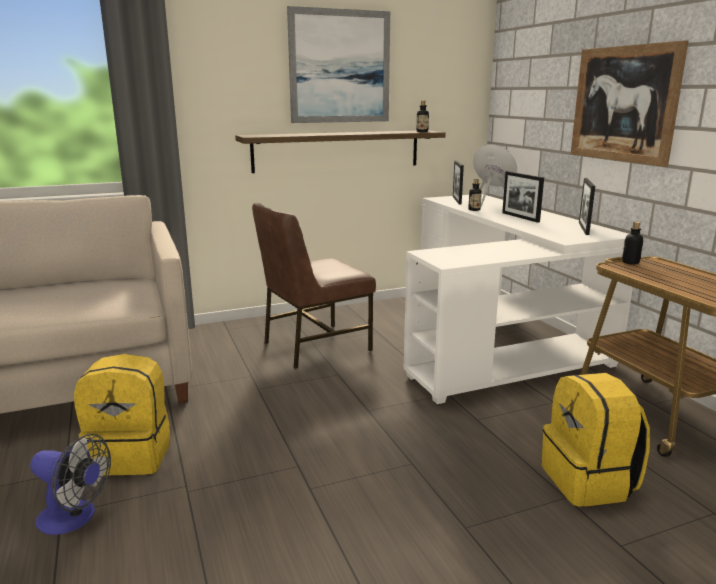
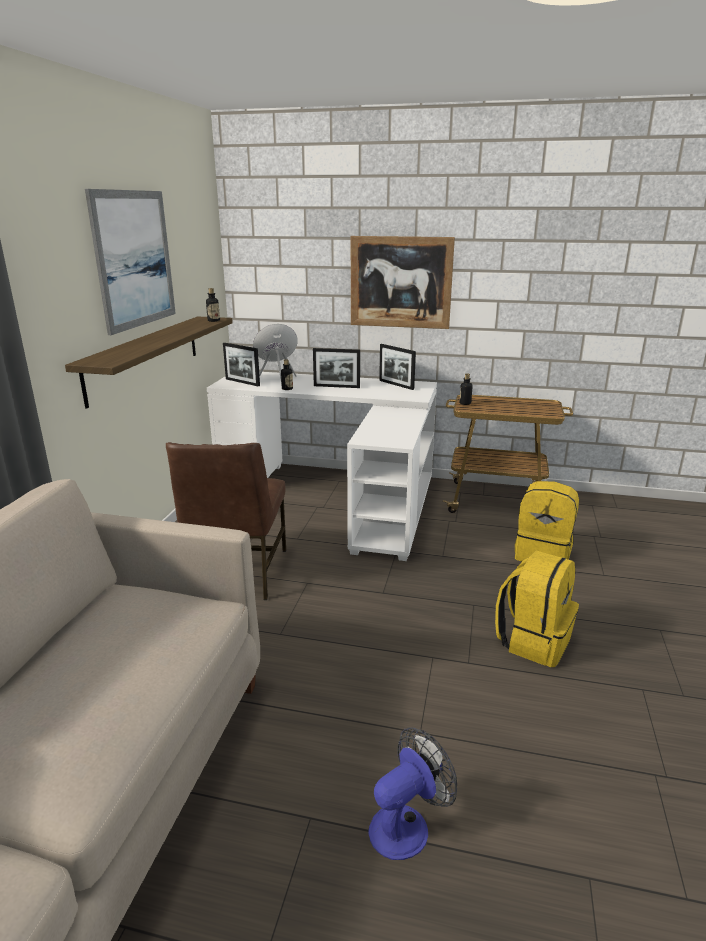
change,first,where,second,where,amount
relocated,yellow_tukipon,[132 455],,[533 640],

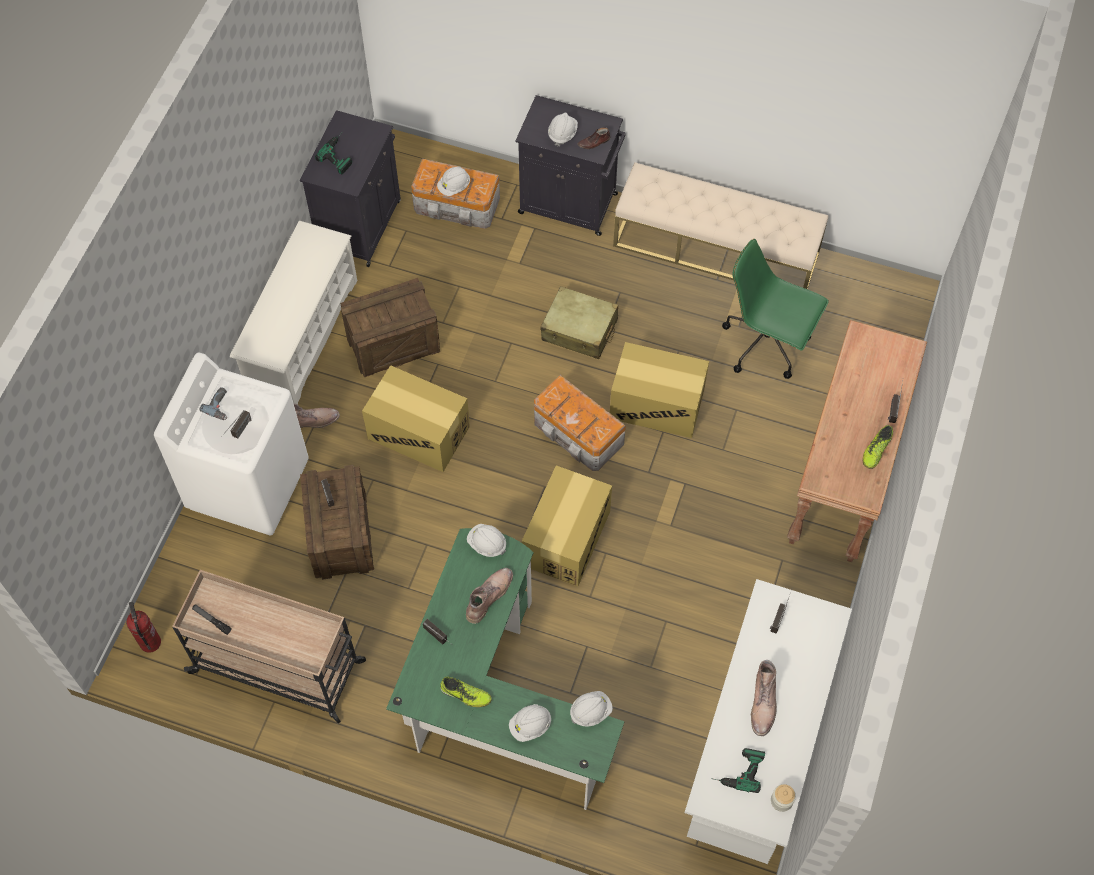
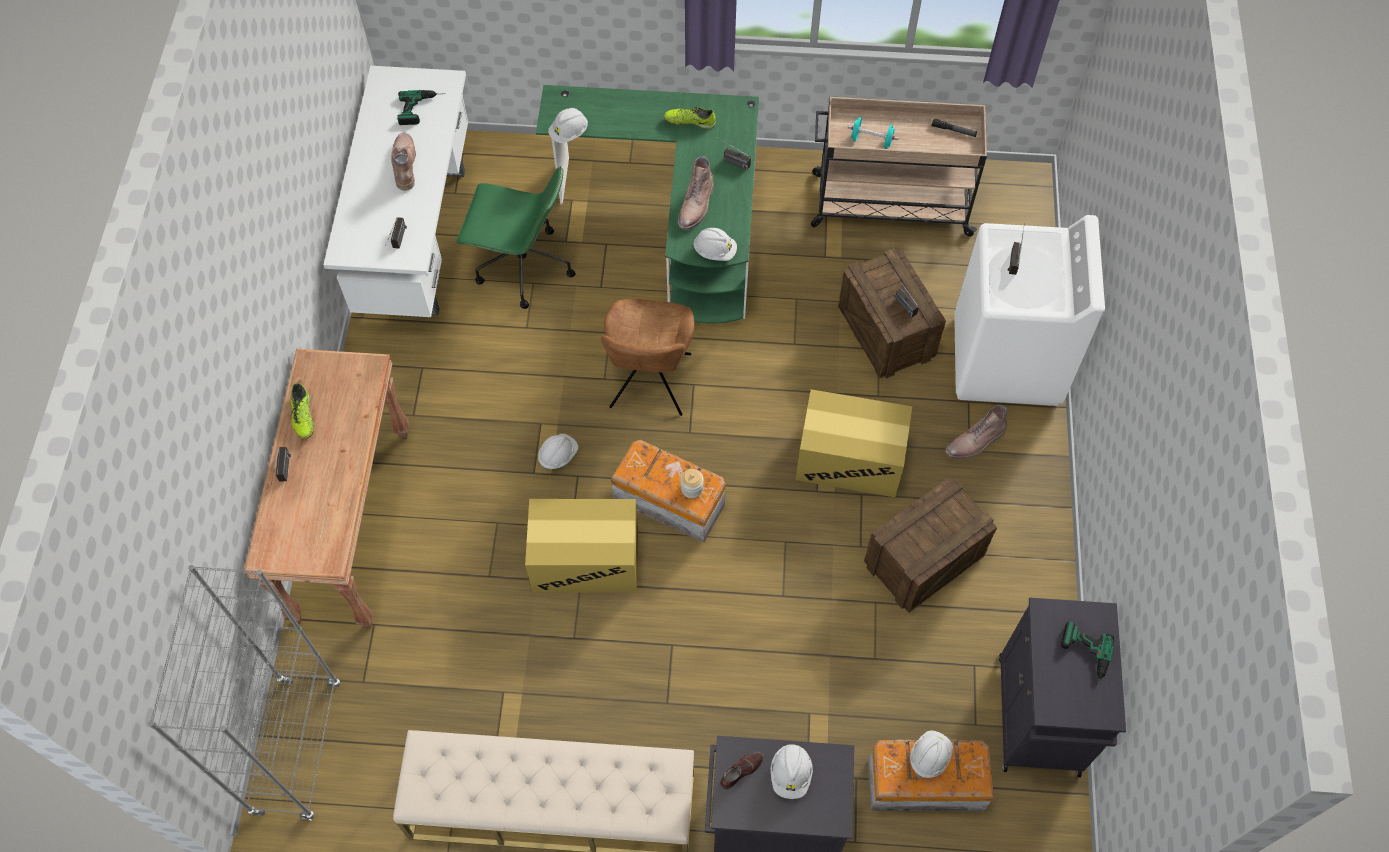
change,first,where,second,where,amount
missing,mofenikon,[149 642],,,
missing,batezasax,[220 405],,,
missing,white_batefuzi,[302 335],,,
missing,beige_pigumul,[579 330],,,
appeared,,,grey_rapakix,[297 748],
appeared,,,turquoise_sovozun,[871 141],
relocated,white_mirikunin,[530 726],,[558 455],
relocated,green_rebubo,[766 344],,[522 267],
relocated,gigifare,[781 801],,[692 488],
exchanged,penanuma,[566 538],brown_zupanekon,[649 384],
spun,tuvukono,[876 450],,[303 416],150 degrees clockwise

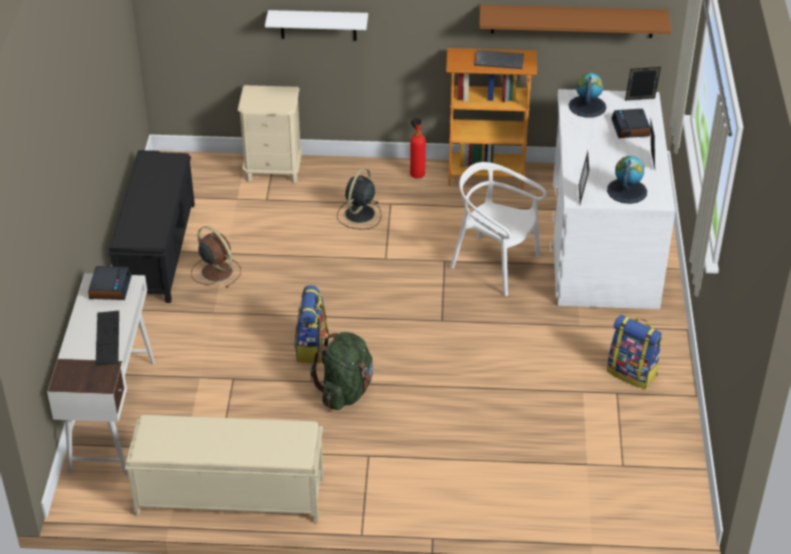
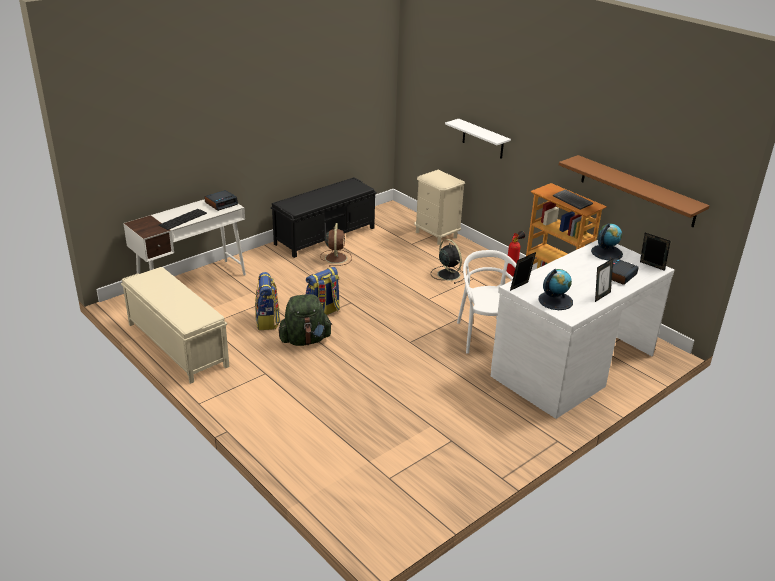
change,first,where,second,where,amount
relocated,tukipon,[632 373],,[267 321],
spun,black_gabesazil,[359 215],,[448 274],75 degrees clockwise

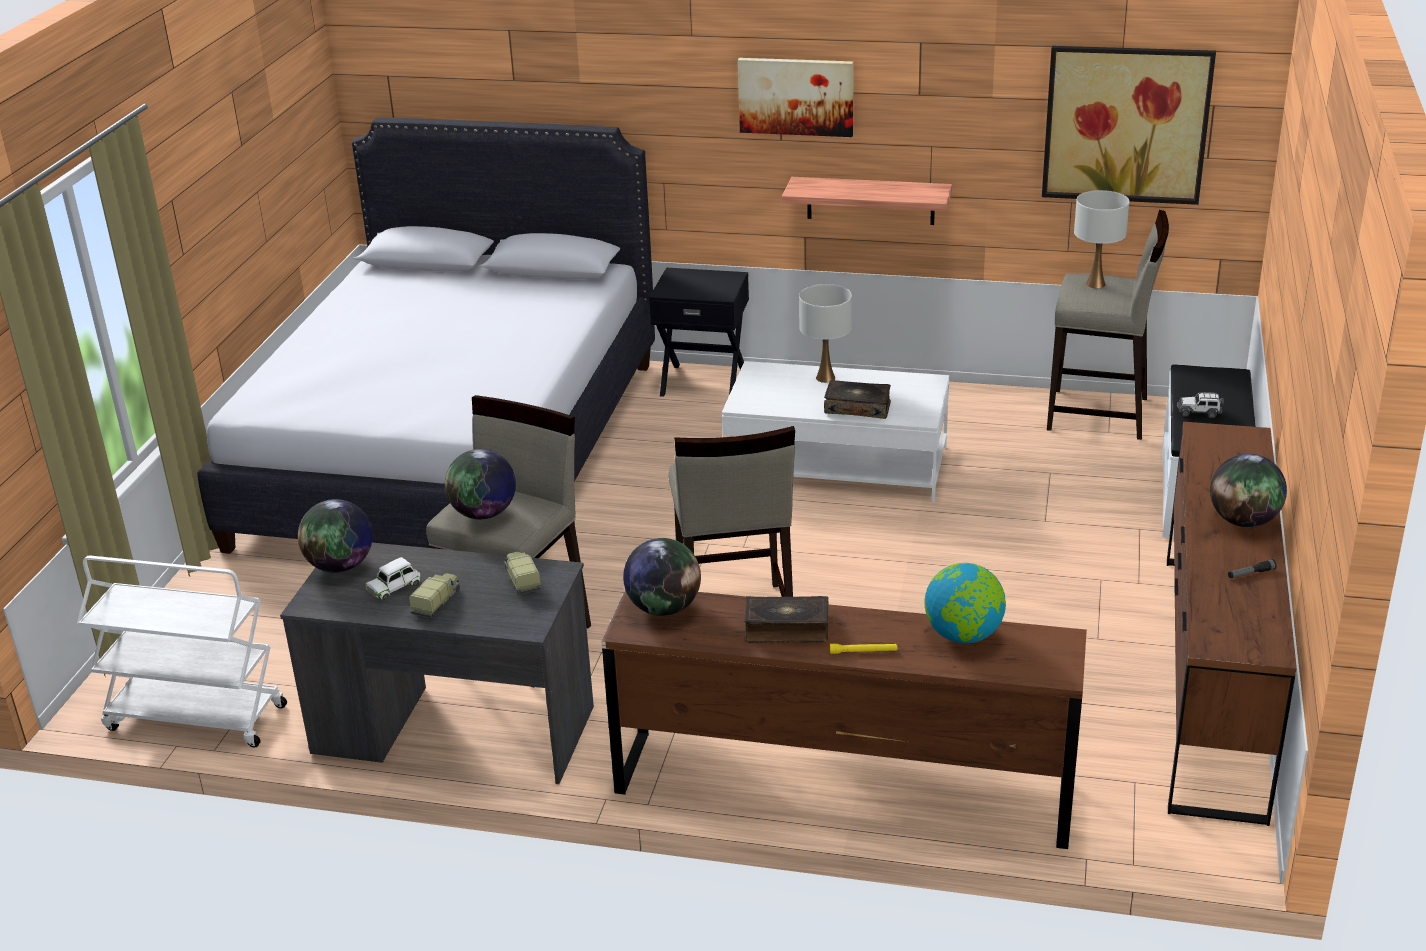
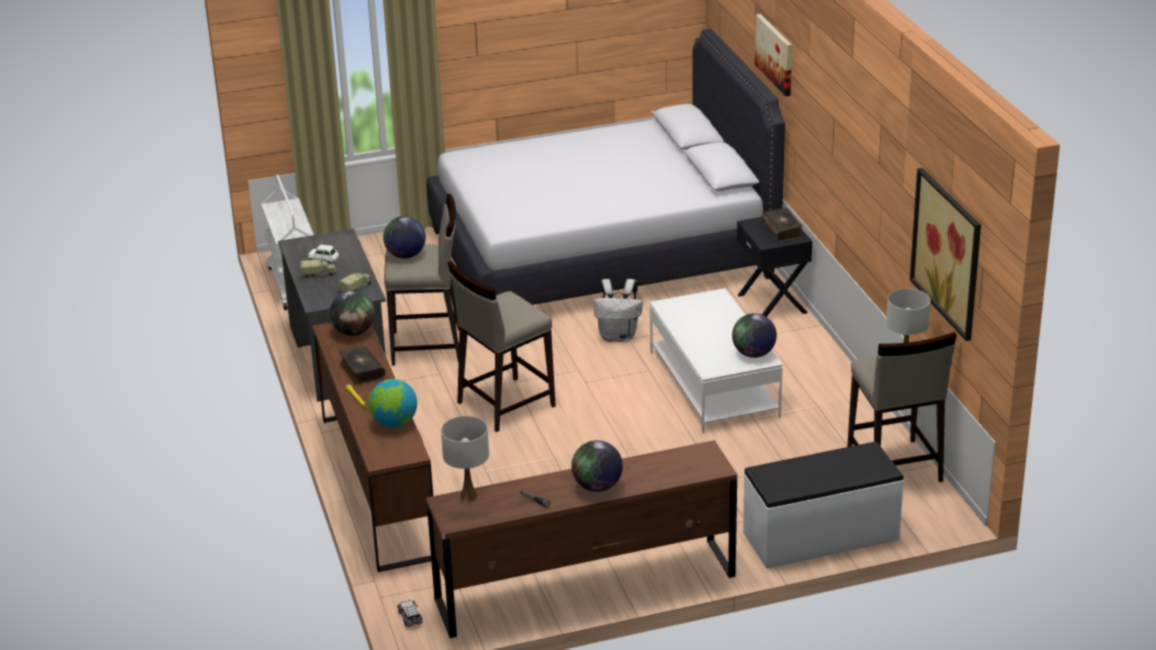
change,first,where,second,where,amount
missing,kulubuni,[870 200],,,
appeared,,,white_tukipon,[618 336],
relocated,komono,[340 566],,[753 354],
relocated,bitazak,[796 96],,[775 54],
relocated,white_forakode,[825 378],,[468 496],
relocated,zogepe,[857 407],,[782 230],
relocated,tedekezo,[1199 412],,[410 618],

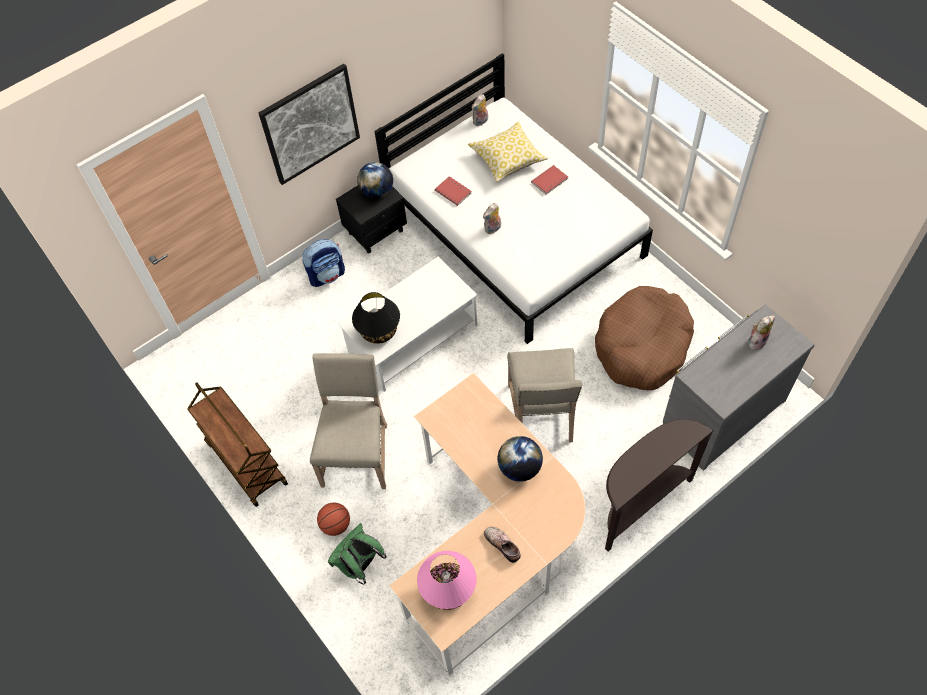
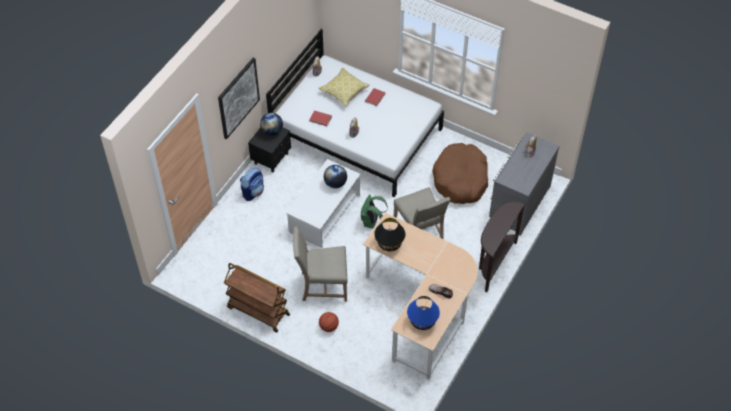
change,first,where,second,where,amount
relocated,green_tukipon,[360 565],,[371 222],
relocated,black_forakode,[378 331],,[389 243],
relocated,komono,[519 468],,[335 183],
colour,pink_forakode,[448 589],blue_forakode,[422 321],
spun,beige_zupanekon,[357 453],,[322 285],75 degrees counterclockwise

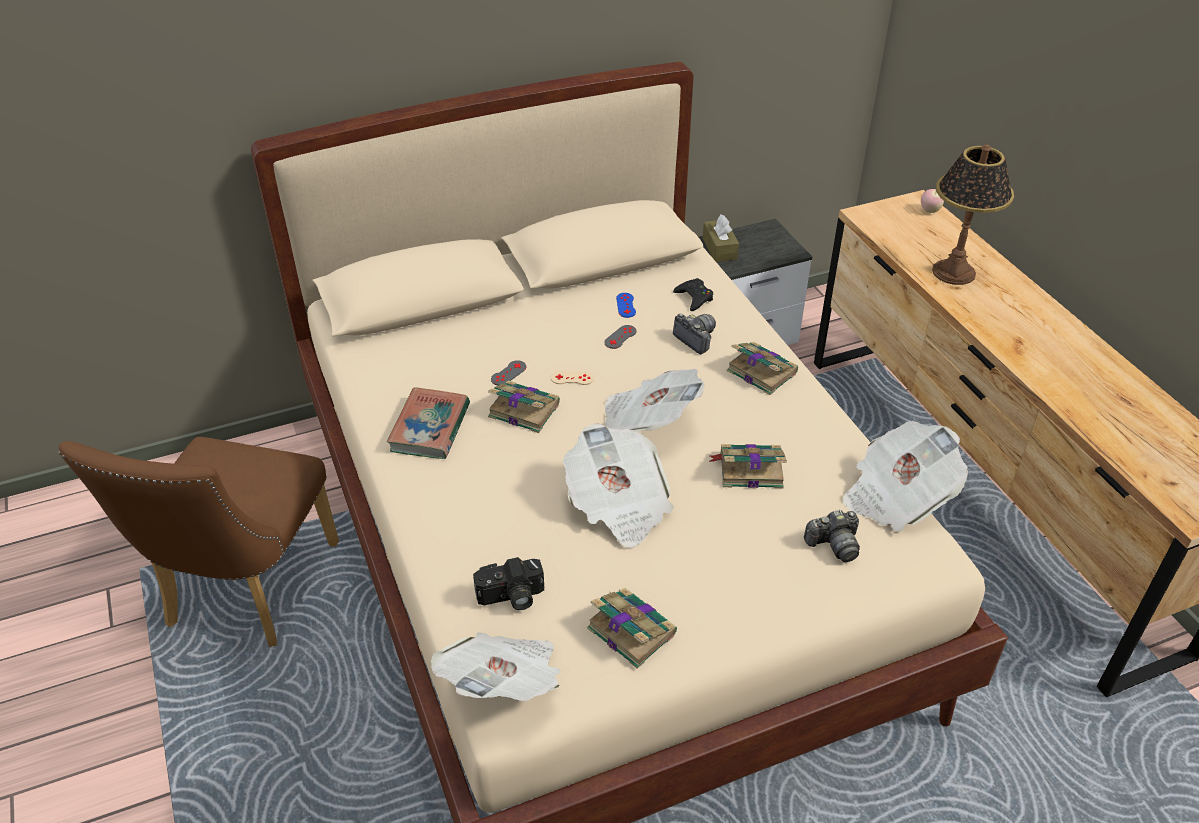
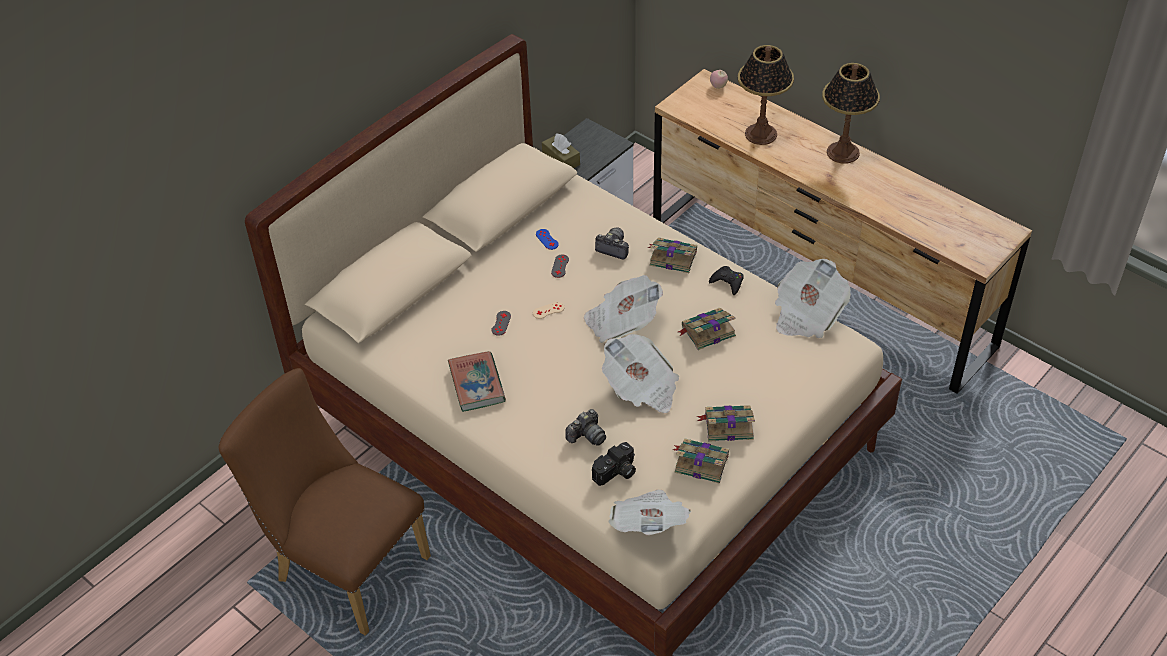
change,first,where,second,where,amount
appeared,,,forakode,[843 153],
relocated,zogepe,[522 410],,[727 425],
relocated,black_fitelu,[694 298],,[727 282],
relocated,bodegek,[834 545],,[587 435],
spun,brown_zupanekon,[244 593],,[344 565],135 degrees clockwise

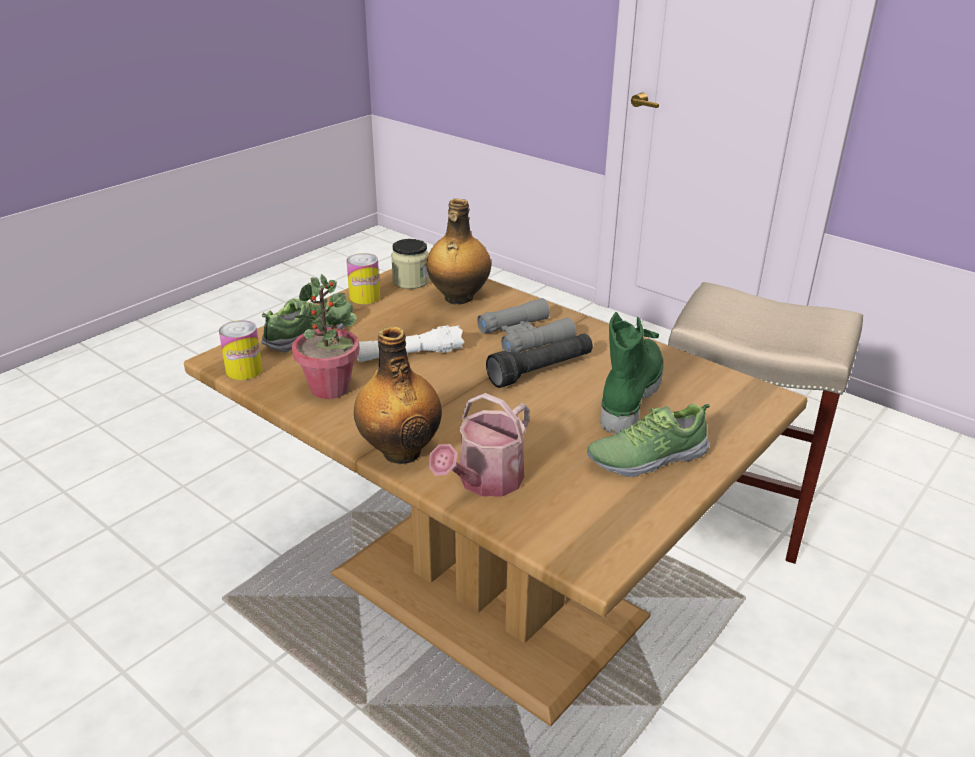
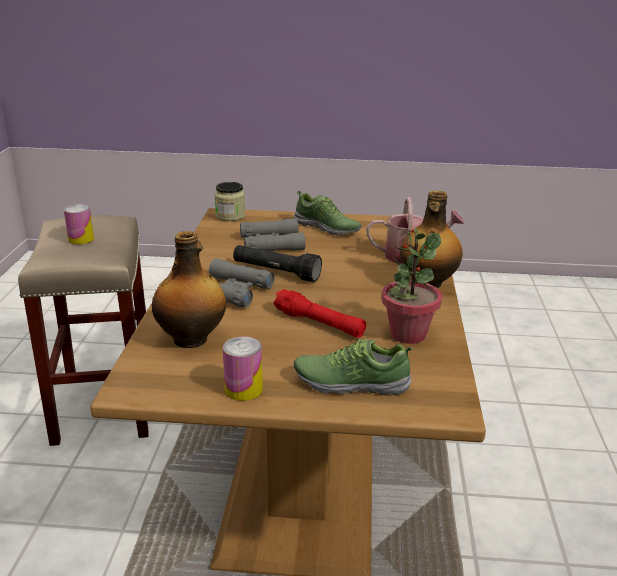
change,first,where,second,where,amount
relocated,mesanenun,[244 370],,[81 239],
relocated,gigifare,[411 281],,[230 216],
exchanged,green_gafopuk,[628 396],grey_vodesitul,[271 243],
colour,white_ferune,[409 355],red_ferune,[319 323],

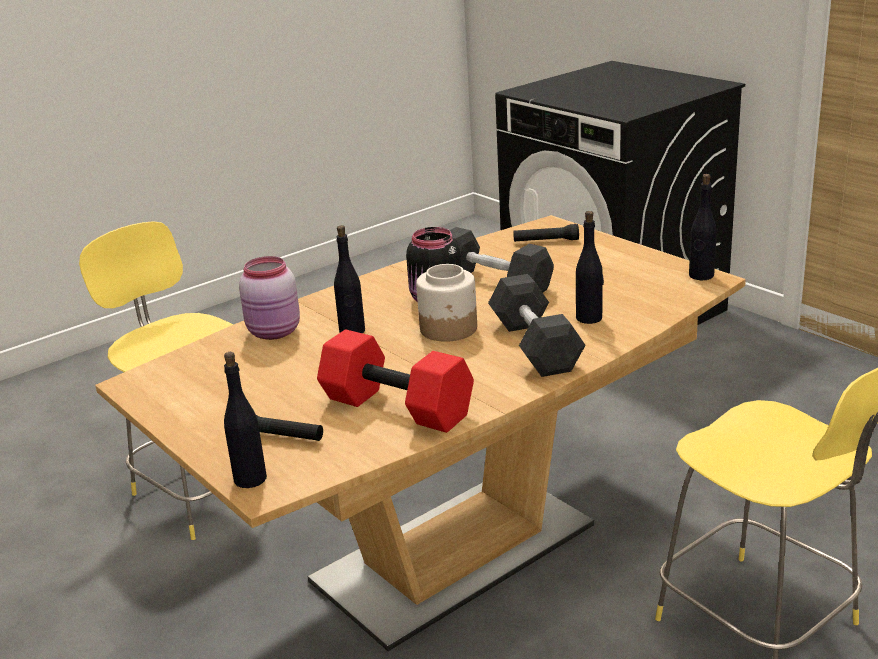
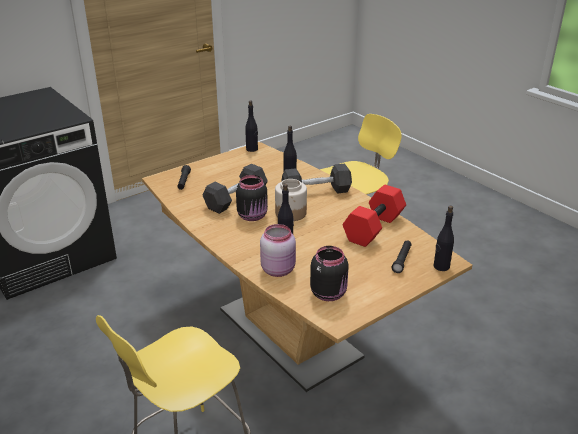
change,first,where,second,where,amount
appeared,,,black_gigifare,[329 293],

